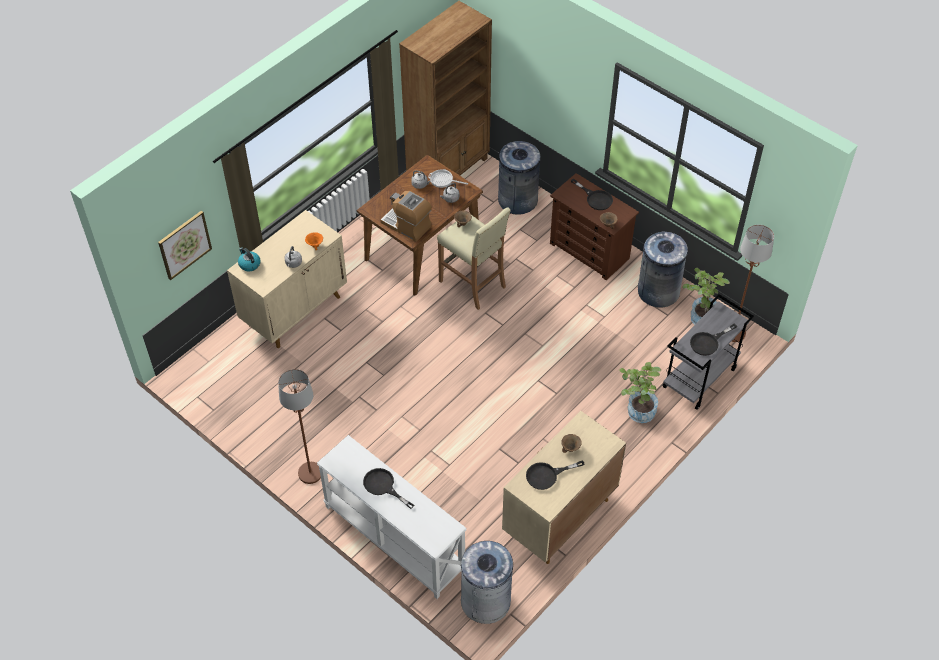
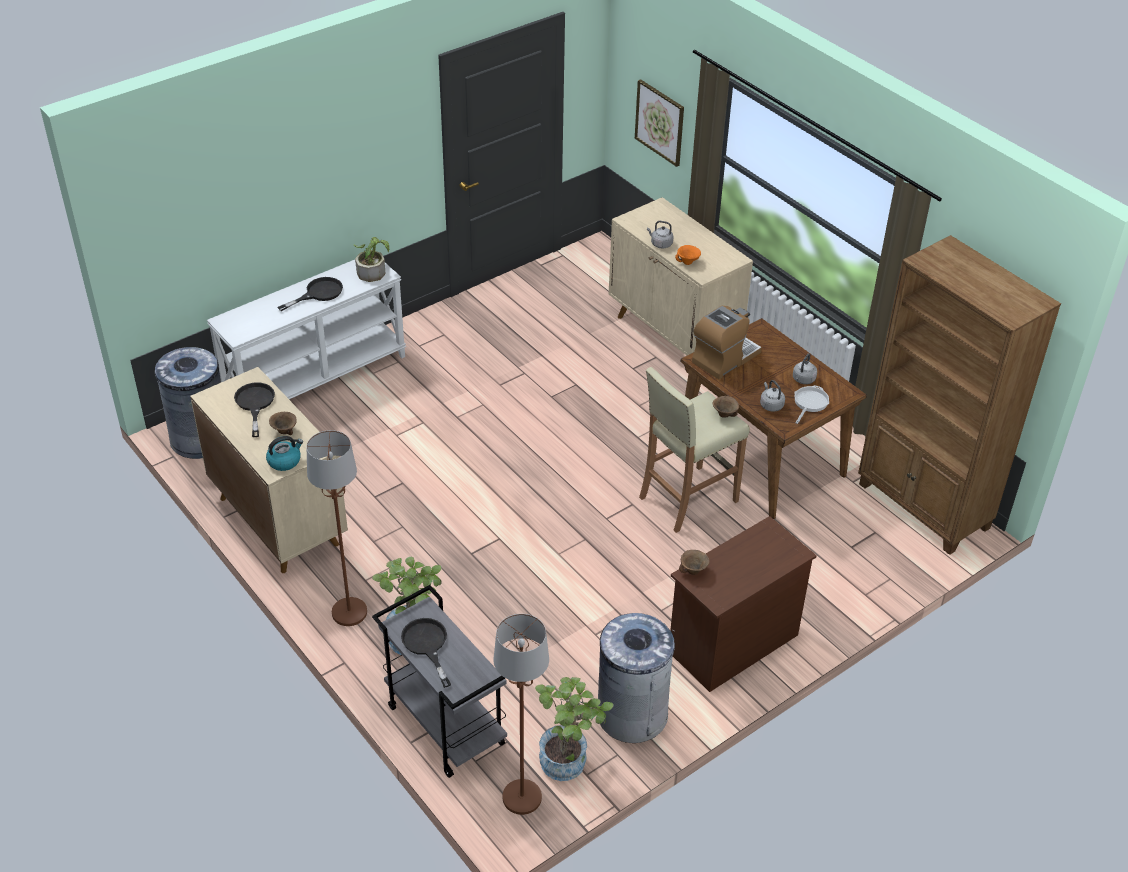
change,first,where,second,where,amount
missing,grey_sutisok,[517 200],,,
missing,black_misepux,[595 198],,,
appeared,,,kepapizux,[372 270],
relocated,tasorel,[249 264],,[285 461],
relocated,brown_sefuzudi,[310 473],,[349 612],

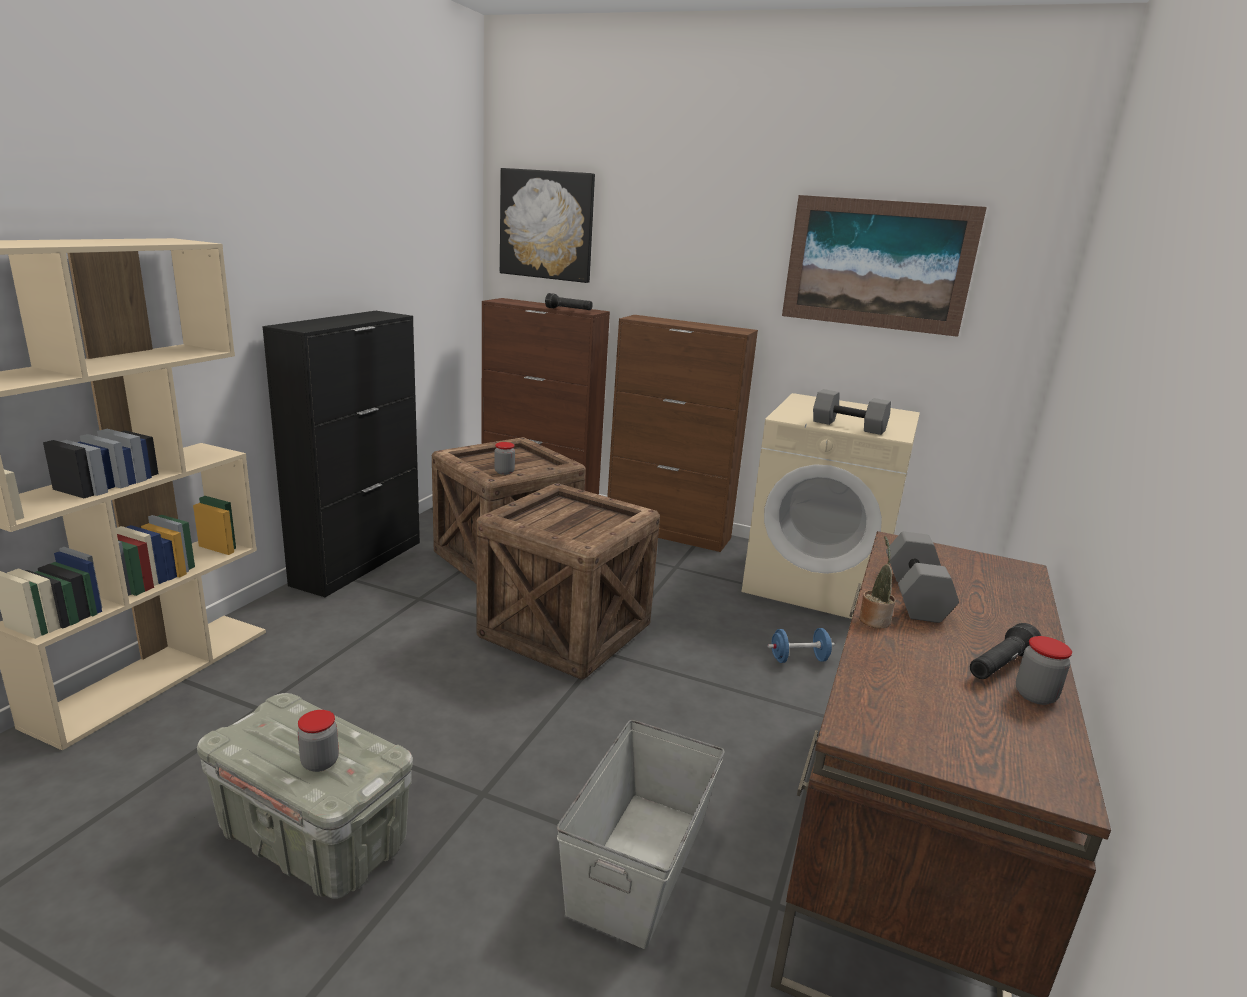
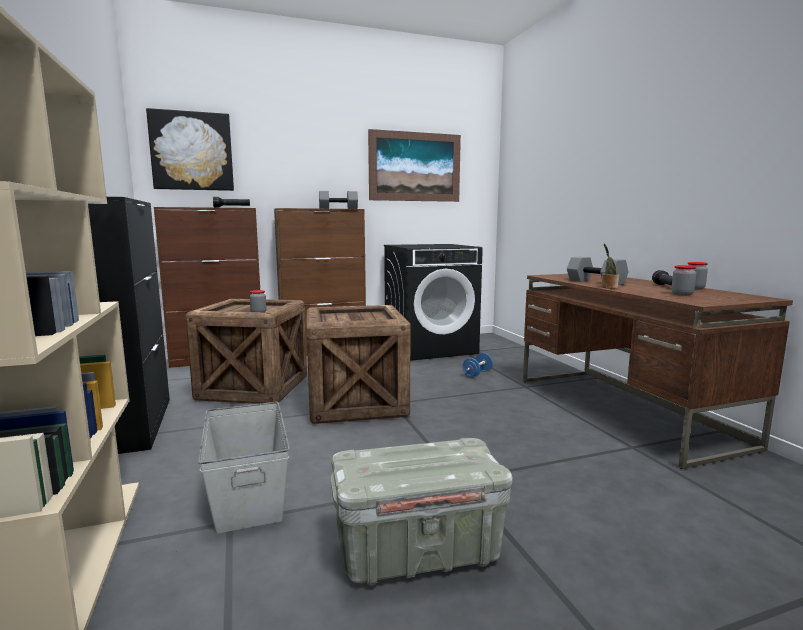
change,first,where,second,where,amount
relocated,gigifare,[320 762],,[682 294],
relocated,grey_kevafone,[637 863],,[247 492],
relocated,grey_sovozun,[849 426],,[338 208],
colour,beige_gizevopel,[817 583],black_gizevopel,[430 348],

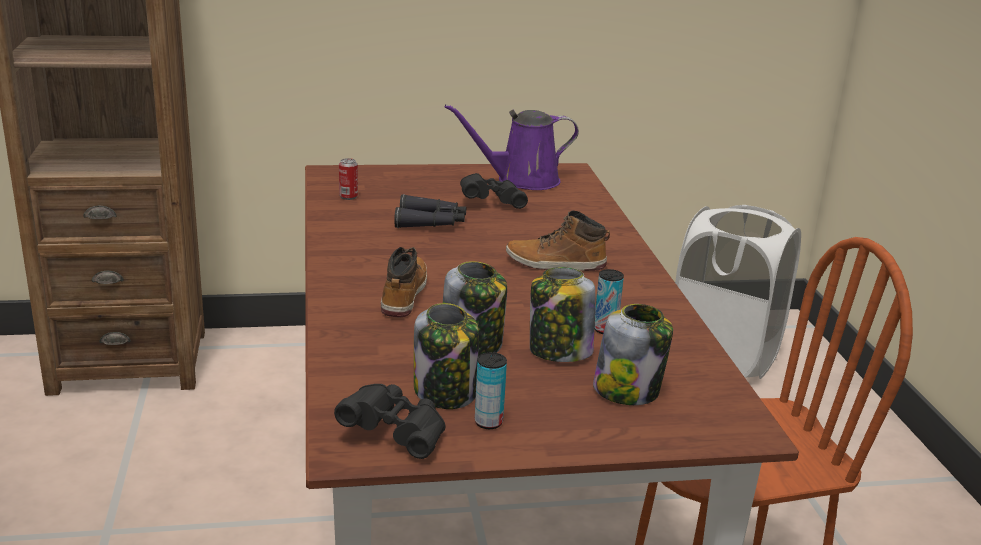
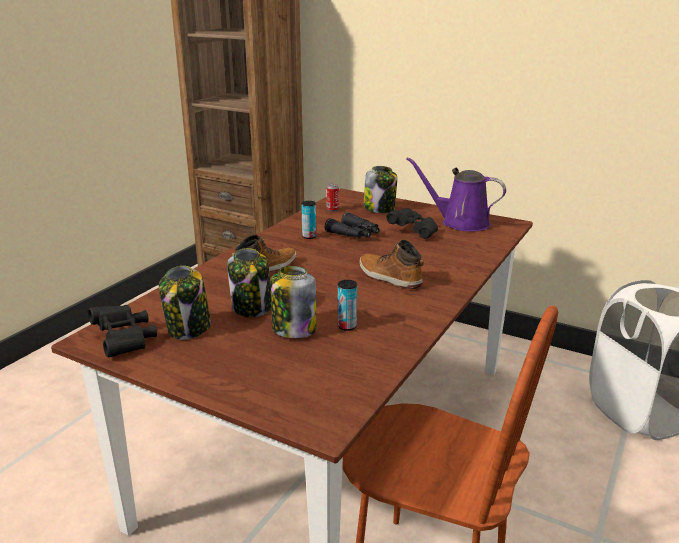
change,first,where,second,where,amount
relocated,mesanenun,[488 422],,[309 236],
relocated,gigifare,[628 390],,[380 208],

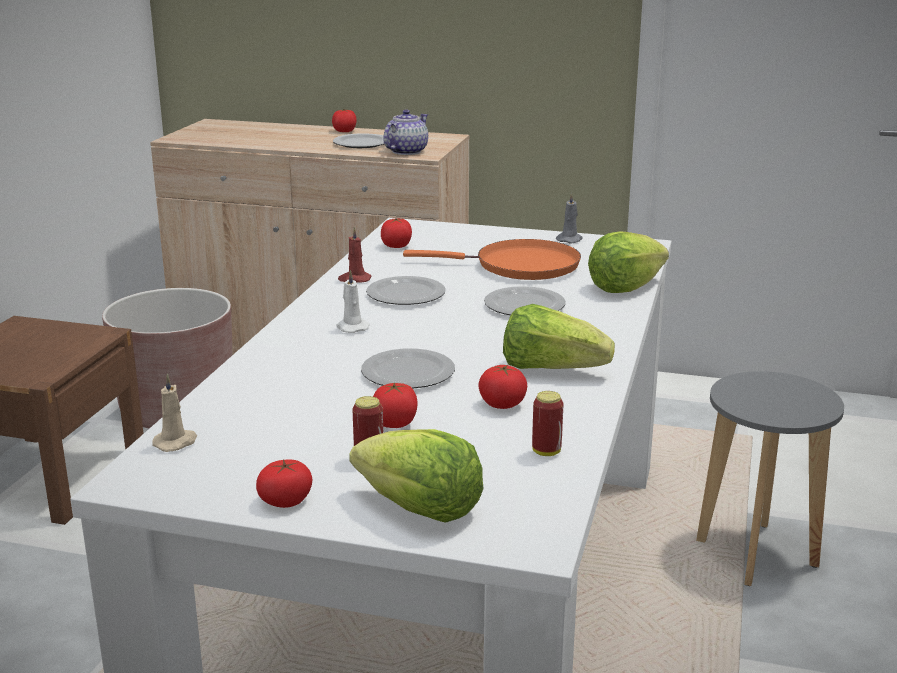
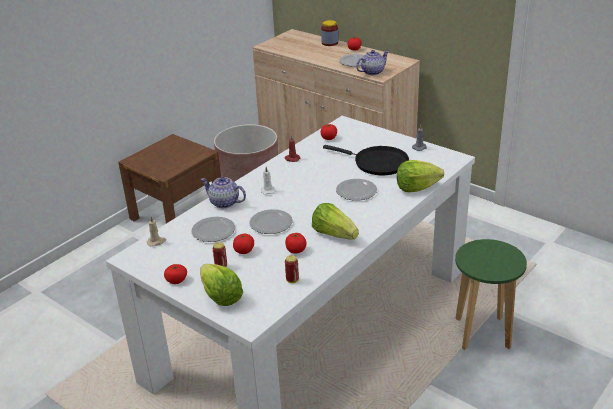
change,first,where,second,where,amount
appeared,,,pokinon,[224 203],
appeared,,,gigifare,[329 43],
relocated,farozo,[406 294],,[214 231],
colour,orange_misepux,[520 266],black_misepux,[377 163],
colour,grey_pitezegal,[757 554],green_pitezegal,[482 333],

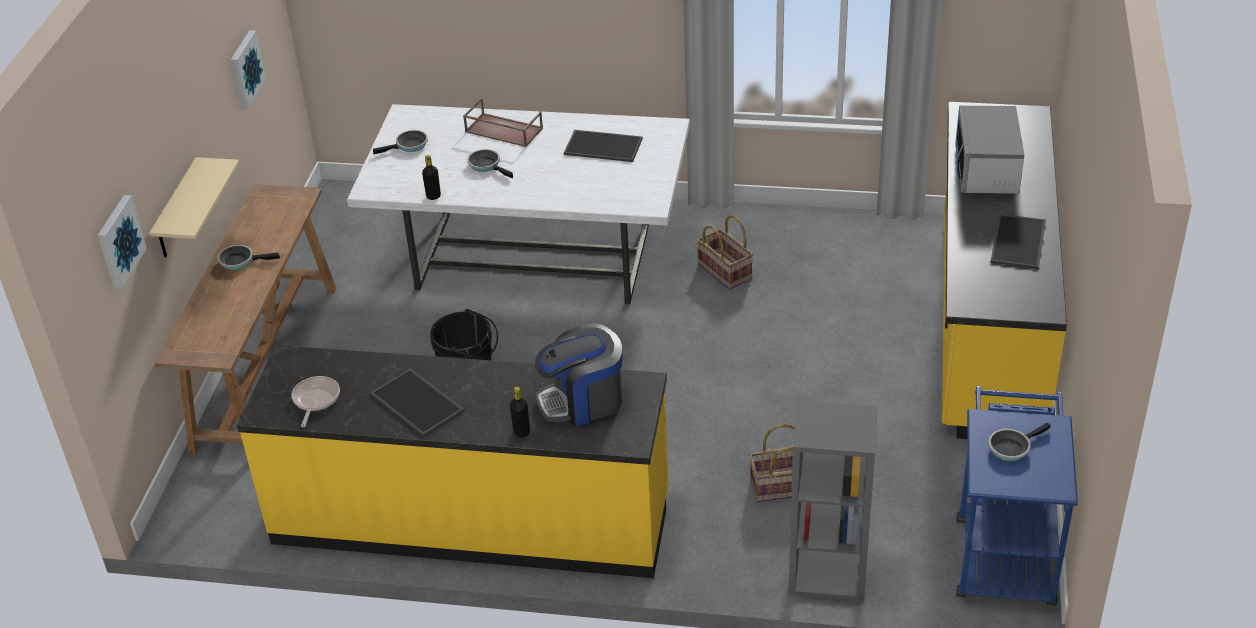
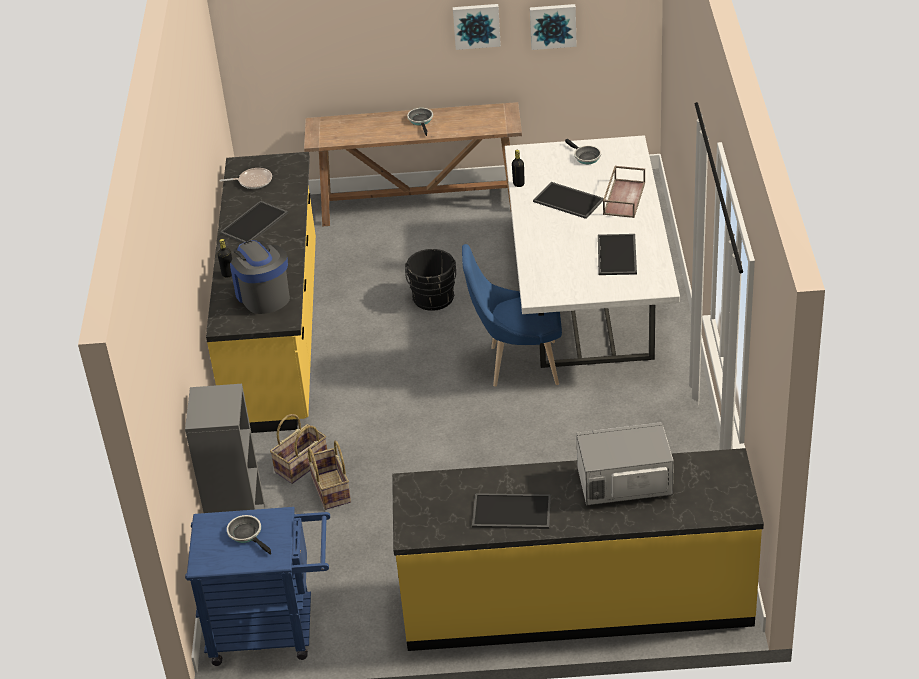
change,first,where,second,where,amount
missing,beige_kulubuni,[177 211],,,
appeared,,,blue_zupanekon,[518 365],
relocated,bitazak,[118 241],,[476 25],
relocated,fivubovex,[725 271],,[302 465],
exchanged,misepux,[486 165],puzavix,[569 200],

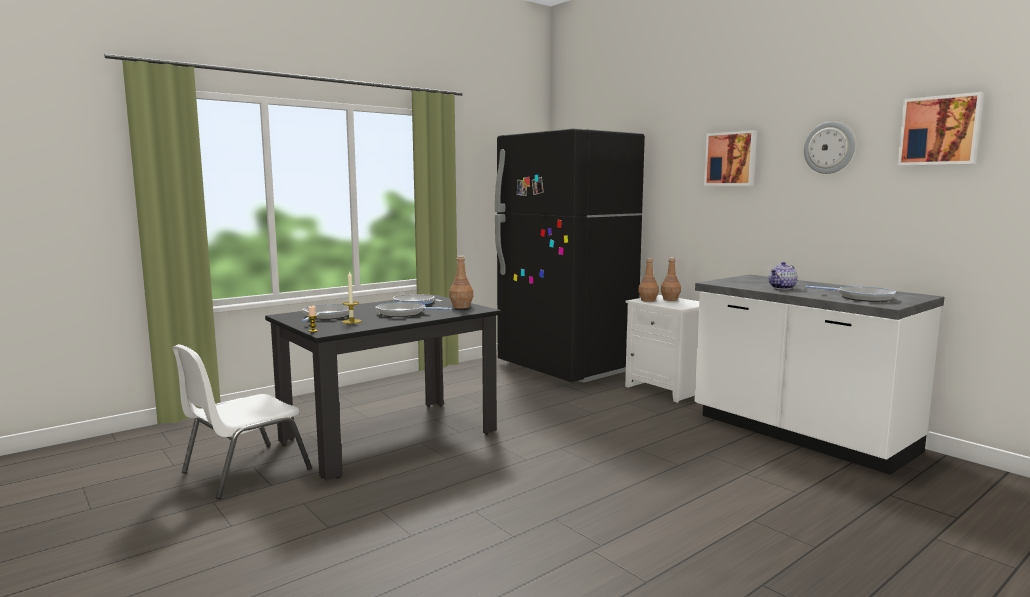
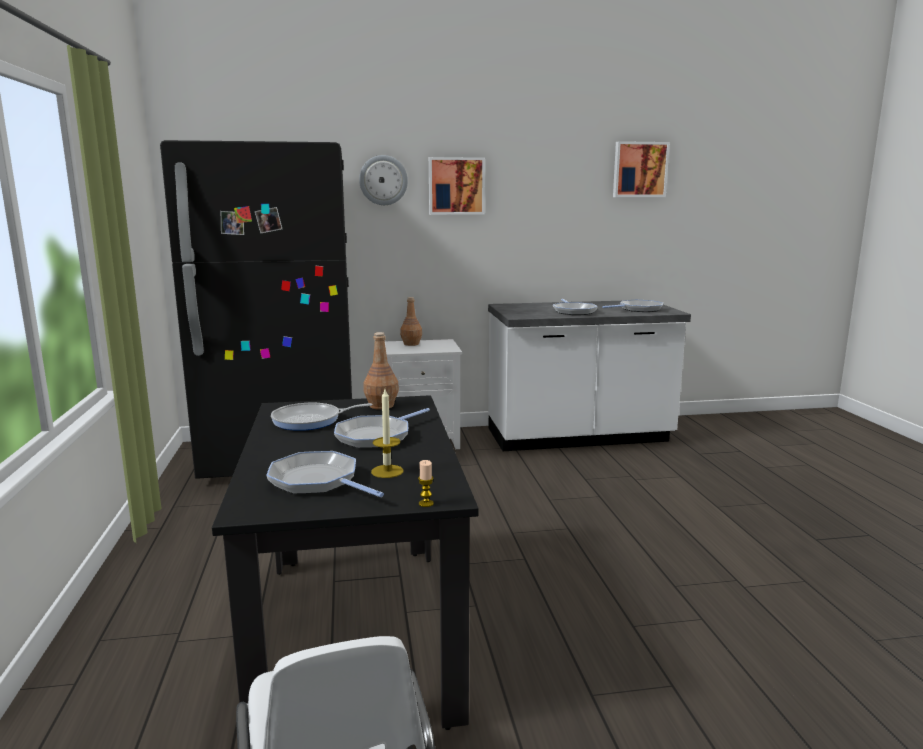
change,first,where,second,where,amount
missing,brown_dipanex,[647 300],,,
relocated,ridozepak,[829 147],,[383 180],
exchanged,pokinon,[782 288],misepux,[573 311],

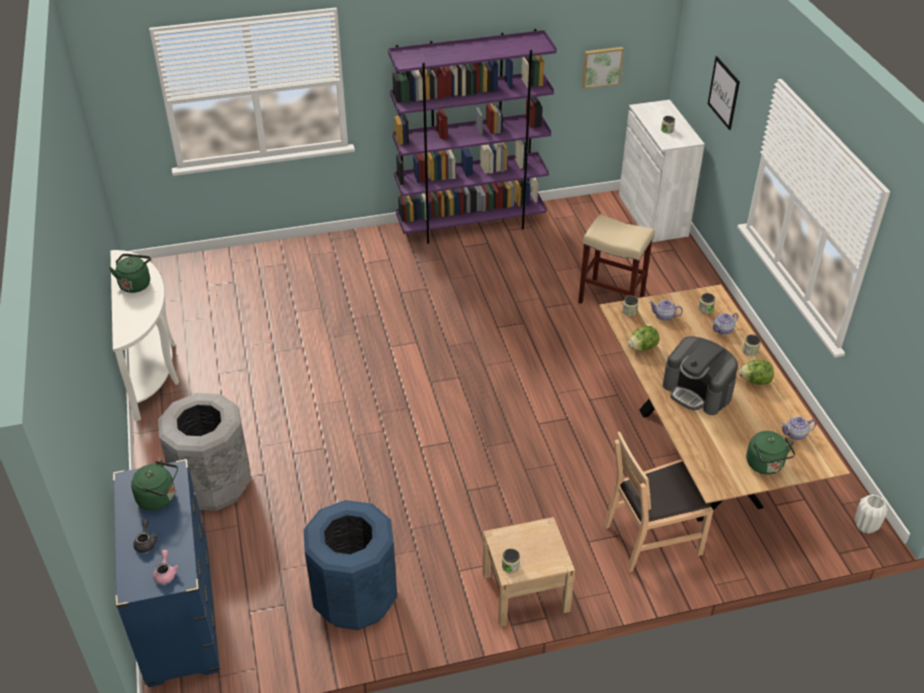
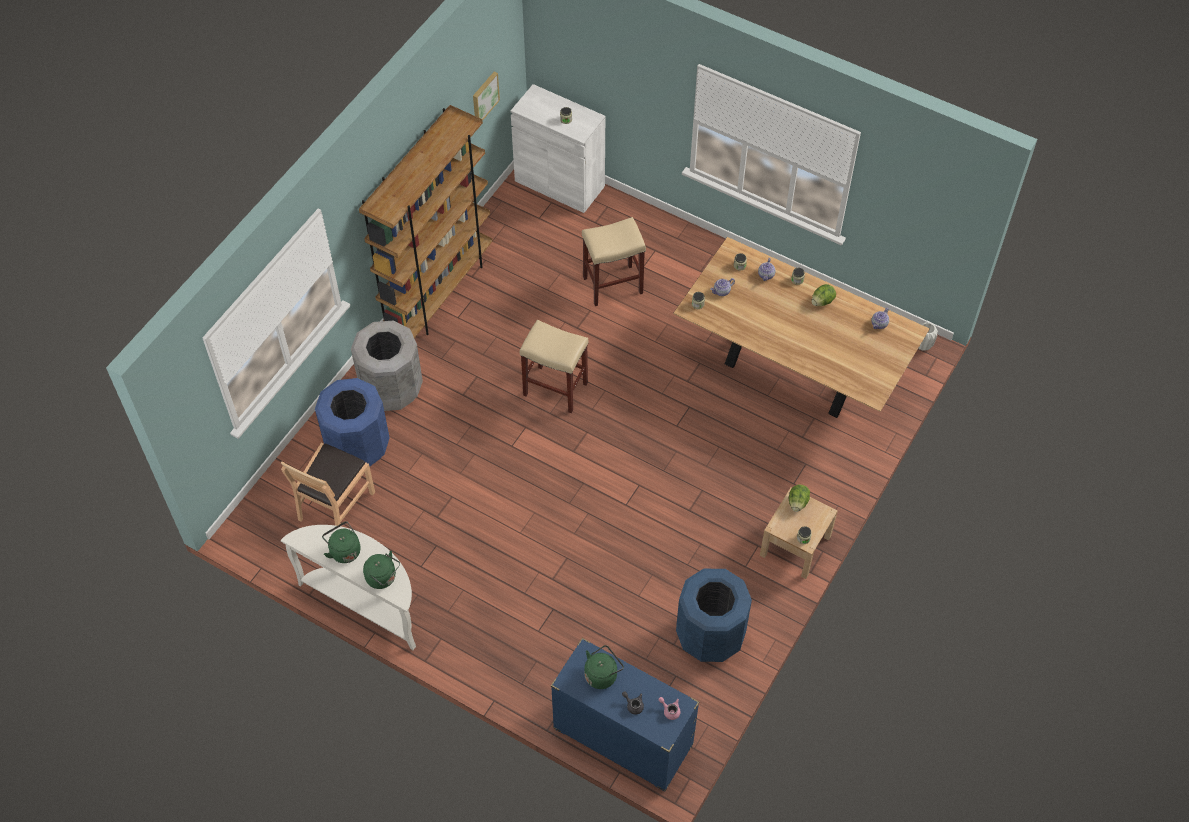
change,first,where,second,where,amount
missing,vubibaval,[697 391],,,
missing,bitazak,[723 93],,,
appeared,,,blue_sutisok,[358 446],
appeared,,,beige_pitezegal,[556 389],
relocated,grey_sutisok,[213 485],,[391 389],
relocated,brown_zupanekon,[652 538],,[335 505],
relocated,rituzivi,[642 347],,[798 502],
relocated,green_tasorel,[766 465],,[383 578],
colour,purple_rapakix,[471 224],brown_rapakix,[438 292],

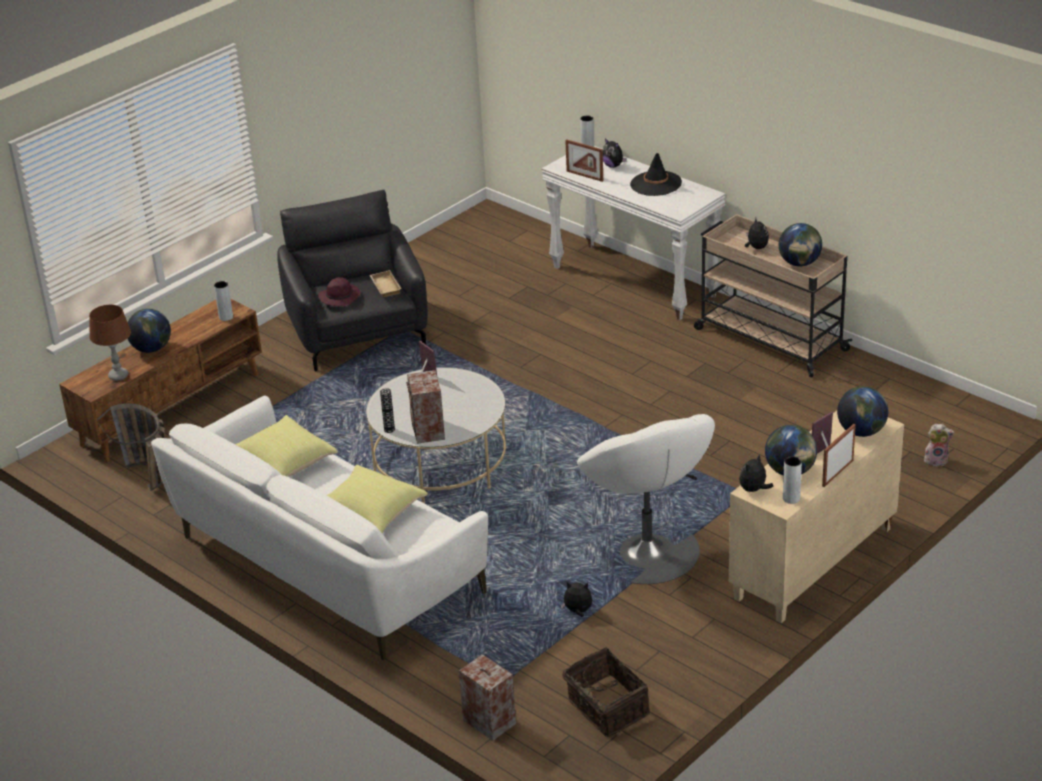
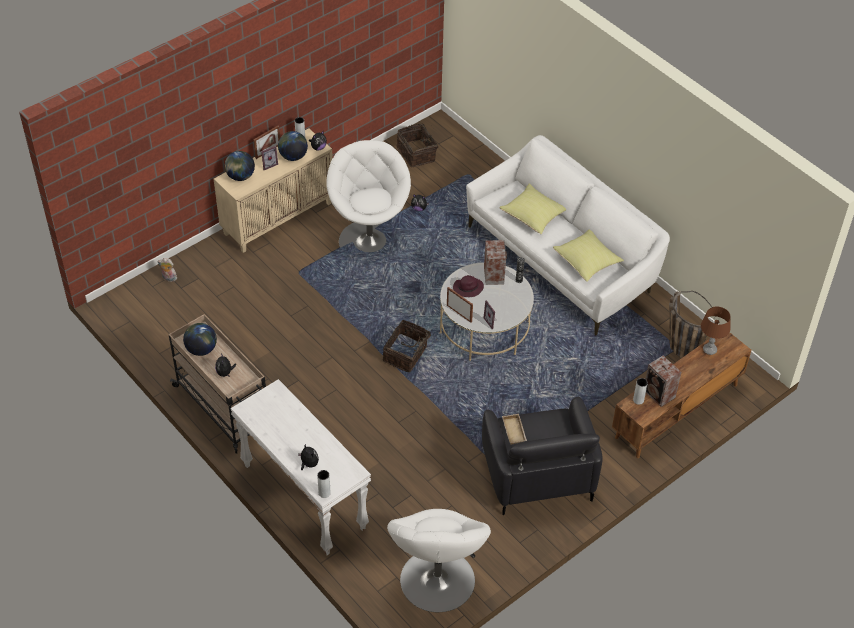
change,first,where,second,where,amount
missing,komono,[151 348],,,
missing,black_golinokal,[656 184],,,
appeared,,,fivubovex,[406 354],
appeared,,,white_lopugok,[437 581],
relocated,purple_golinokal,[340 297],,[467 289],
relocated,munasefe,[488 721],,[659 394],
relocated,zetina,[584 176],,[459 313],

